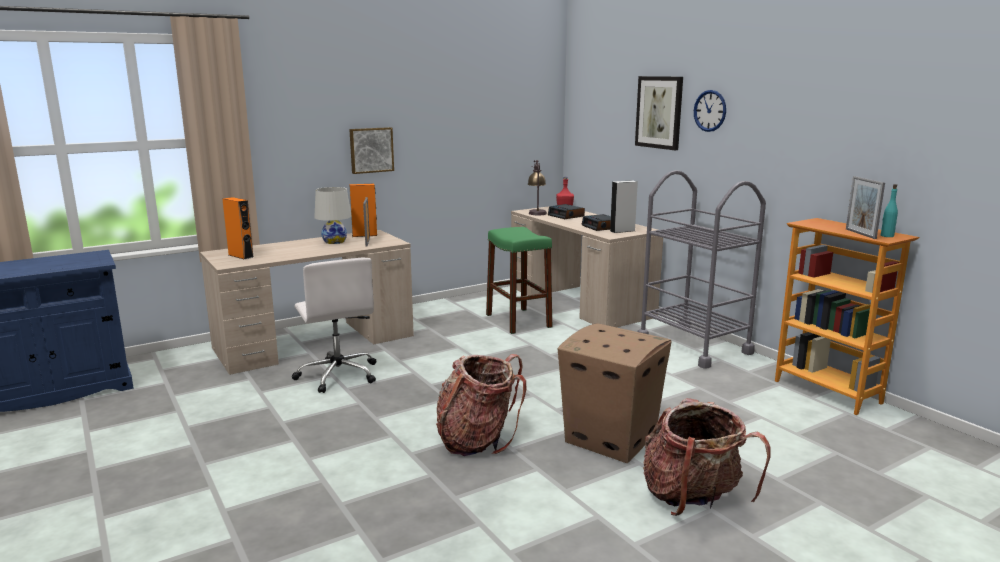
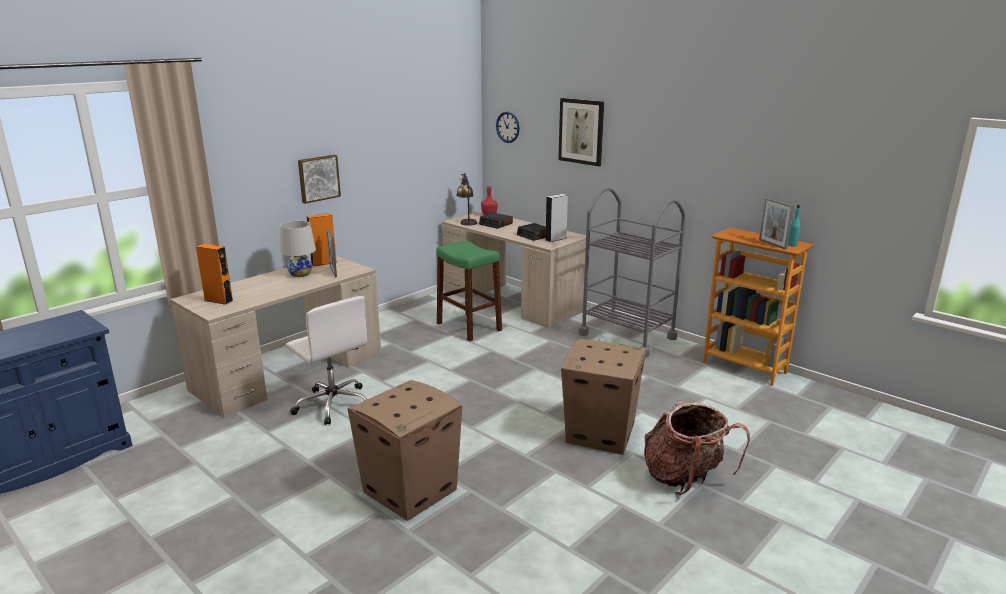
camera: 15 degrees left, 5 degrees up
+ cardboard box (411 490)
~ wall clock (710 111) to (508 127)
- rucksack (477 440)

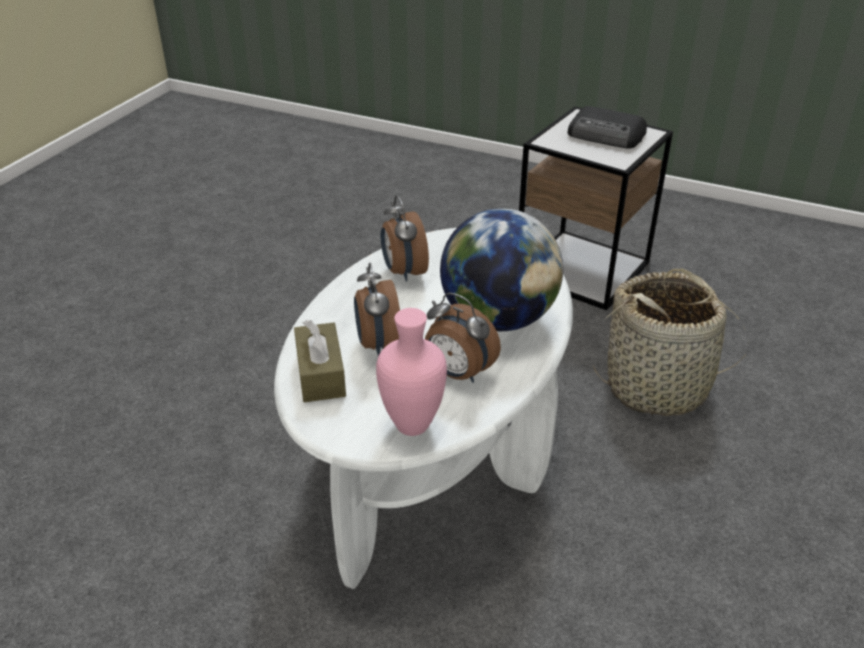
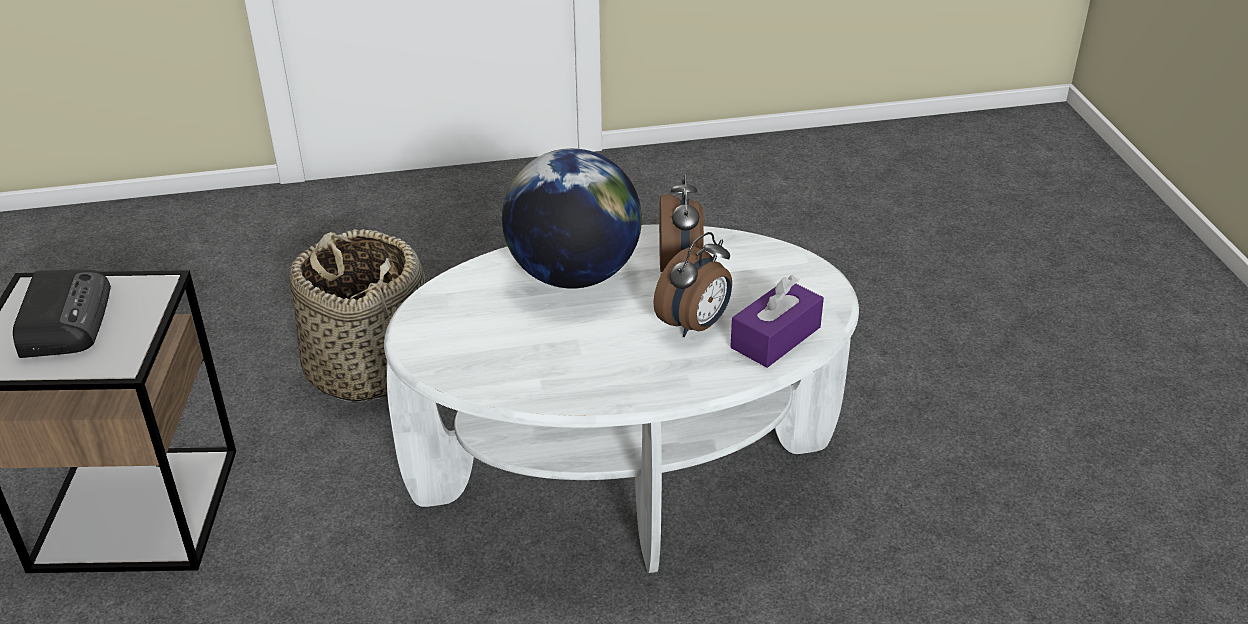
camera: 125 degrees left, 0 degrees up
~ brownish tissue holder (320 374) to purple tissue holder (775 337)
- pink vase (410 426)
- bedside clock (403 272)

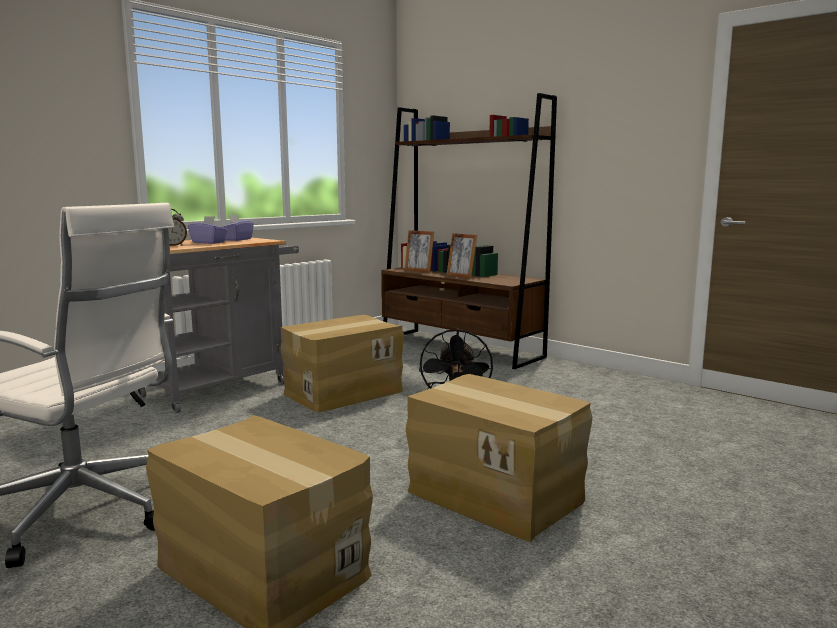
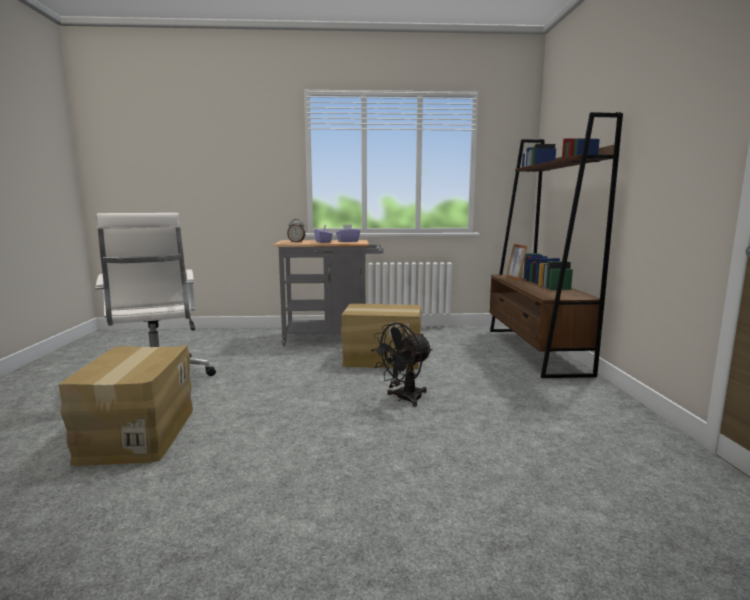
camera: 45 degrees right, 0 degrees up
- cardboard box (496 495)
- picture frame (461 276)

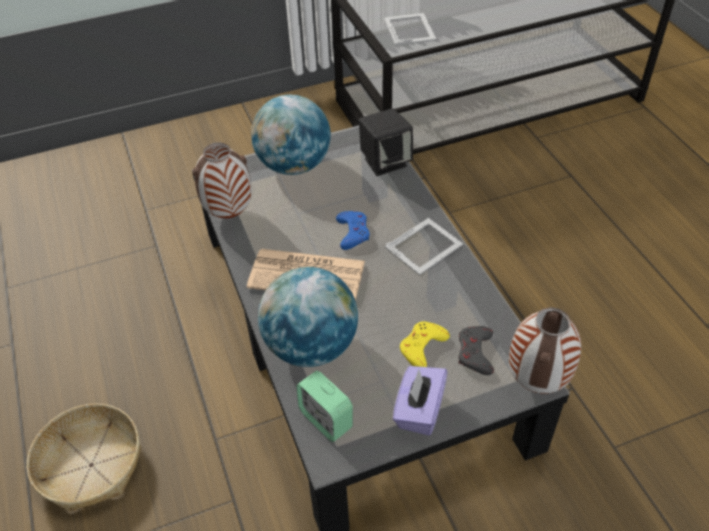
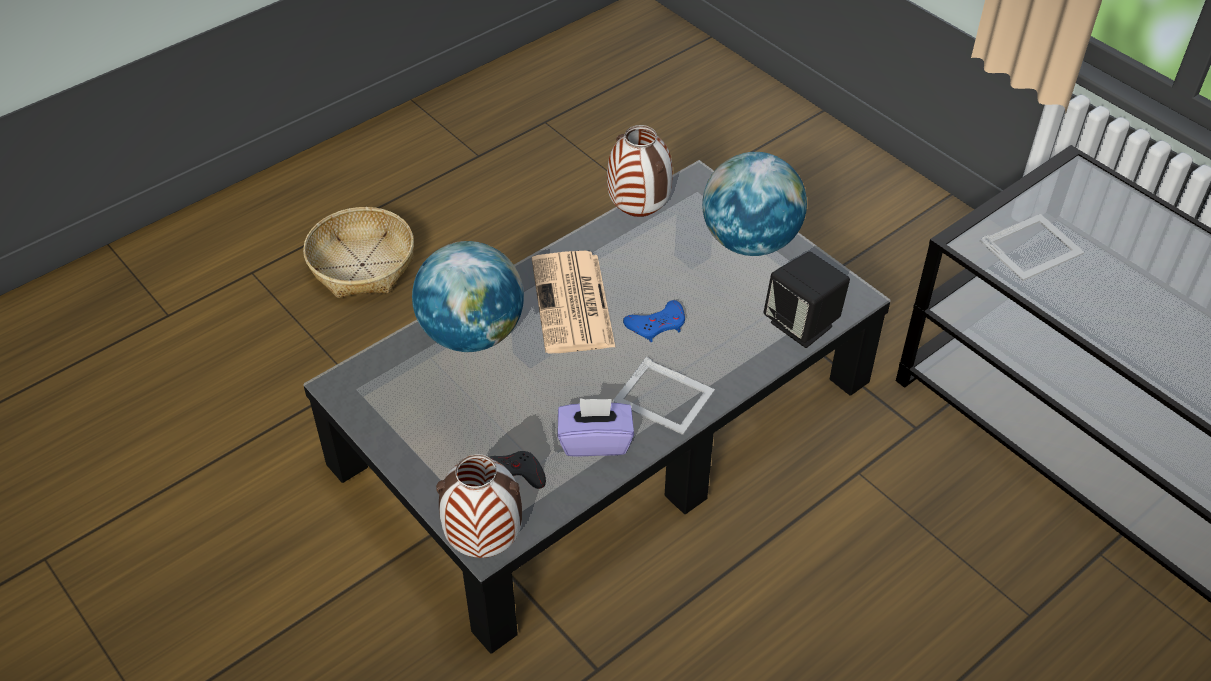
camera: 70 degrees right, 0 degrees up
~ purple tissue holder (419 410) to (595 441)
- bedside clock (326 419)
- yellow-coloured gamepad (422 347)

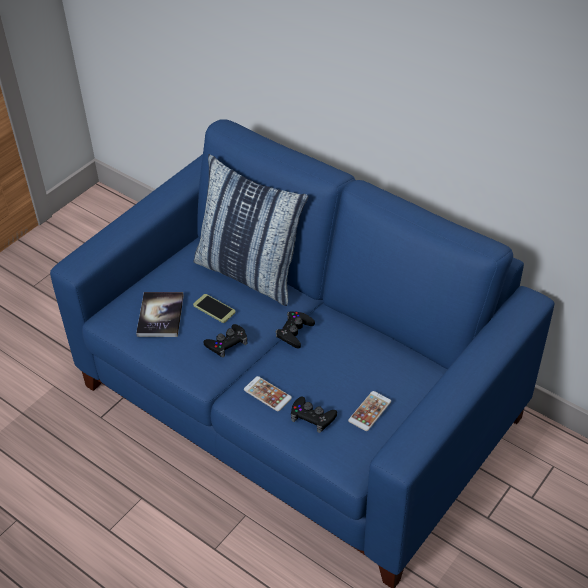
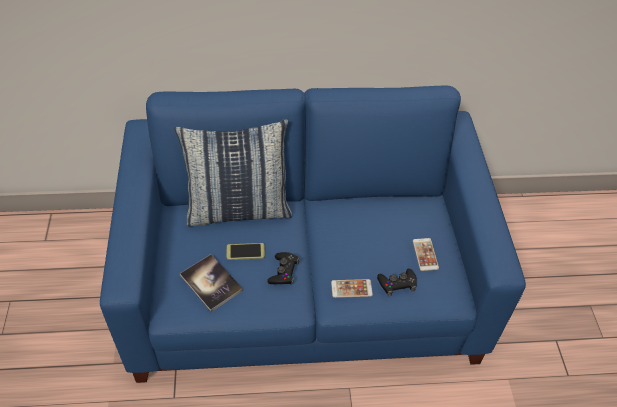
camera: 45 degrees left, 5 degrees up
- black-coloured gamepad (294 332)

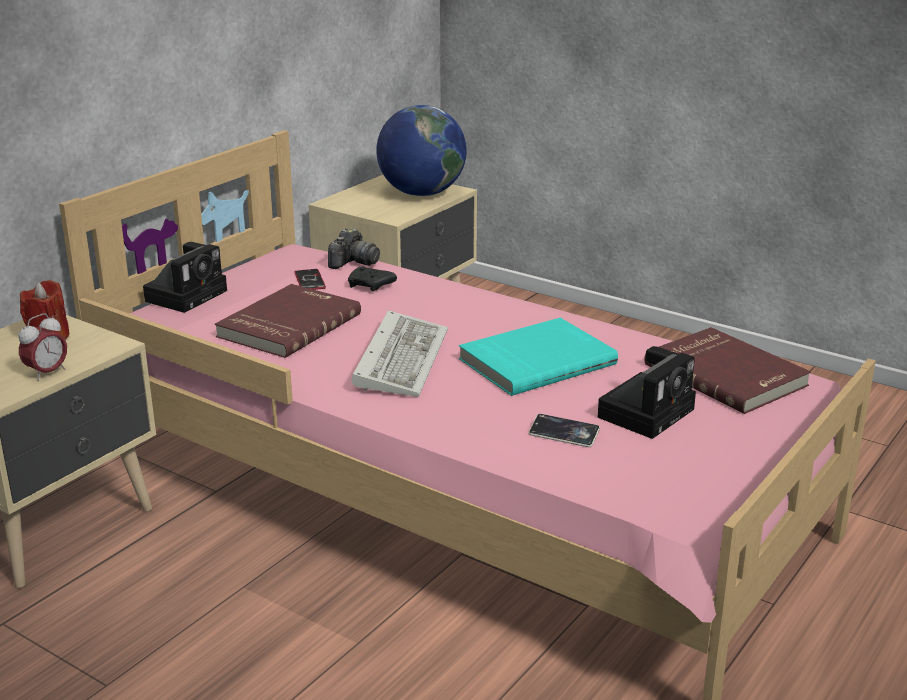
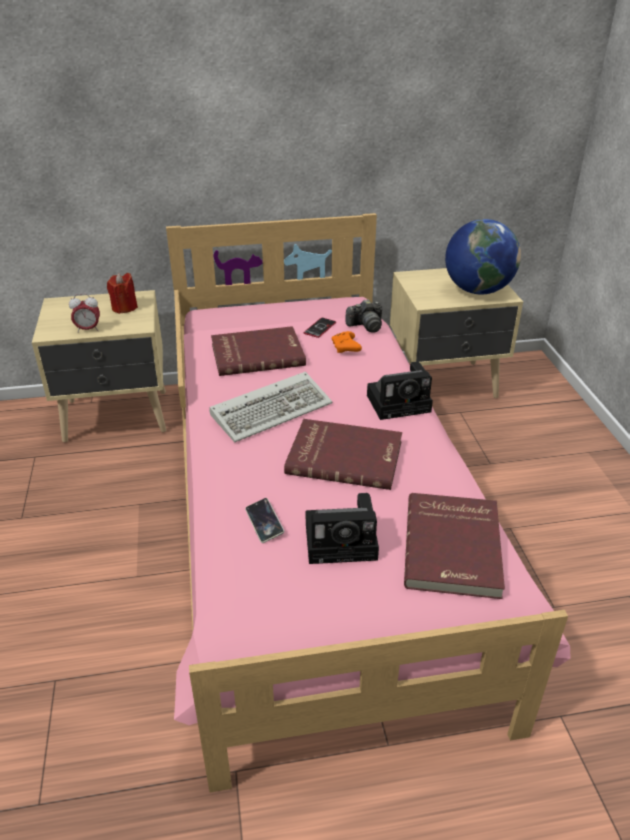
camera: 45 degrees right, 10 degrees up
~ turquoise-coloured book (535 360) to red-coloured book (345 456)
~ black-coloured gamepad (371 286) to orange-coloured gamepad (346 348)
~ photo camera (188 294) to (401 403)

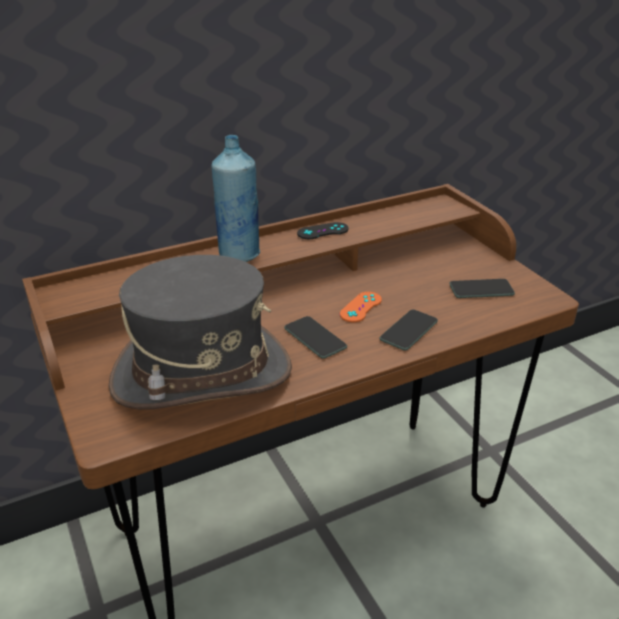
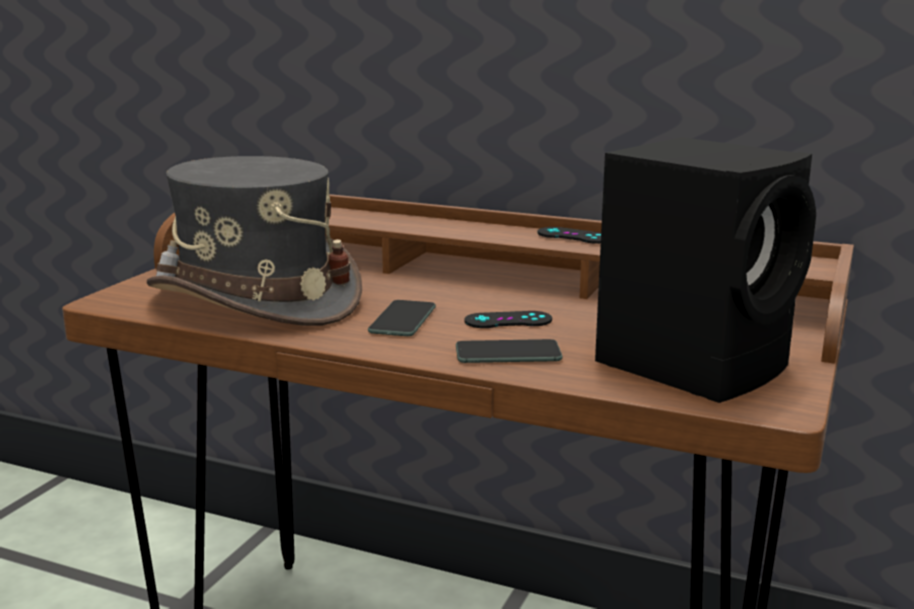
camera: 50 degrees right, 15 degrees down
~ orange-coloured gamepad (361 307) to black-coloured gamepad (508 320)
~ phone (481 289) to black-coloured loudspeaker (697 364)
- bluish beverage bottle (239 254)

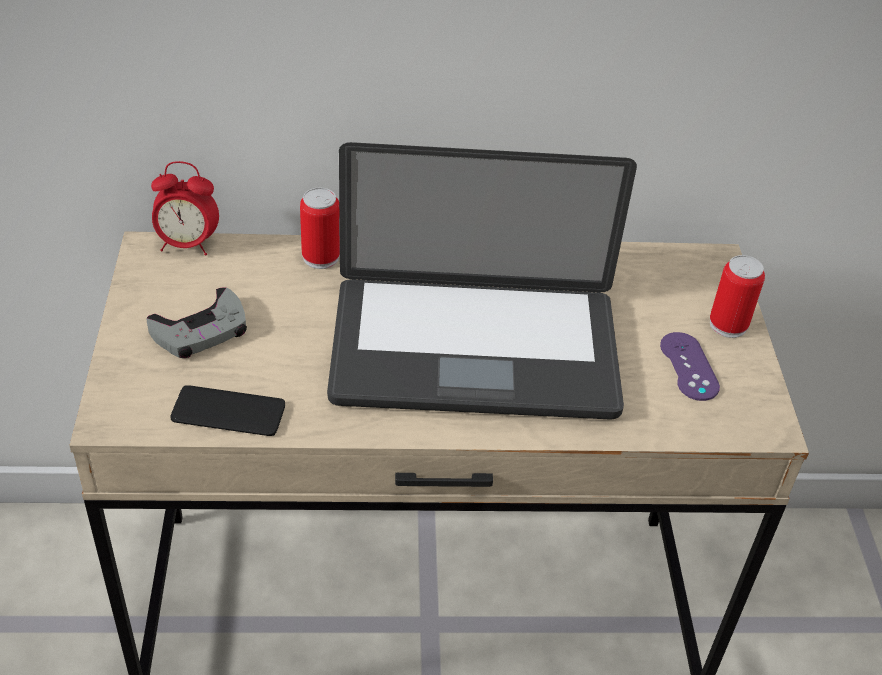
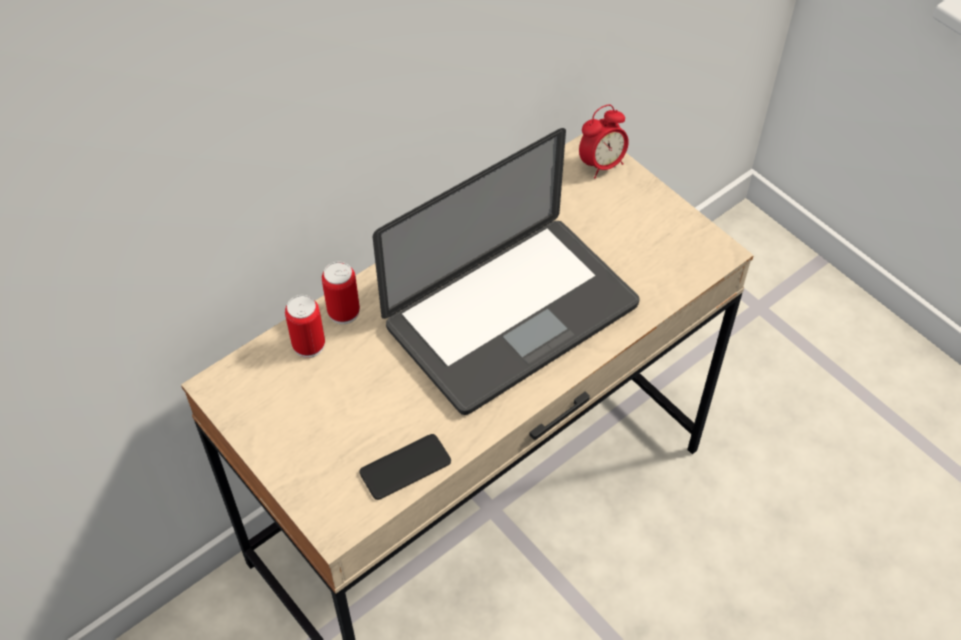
camera: 35 degrees left, 10 degrees up
~ can (728 325) to (309 345)
~ bedside clock (187 245) to (602 165)
- grey gamepad (201 331)
- purple gamepad (689 366)

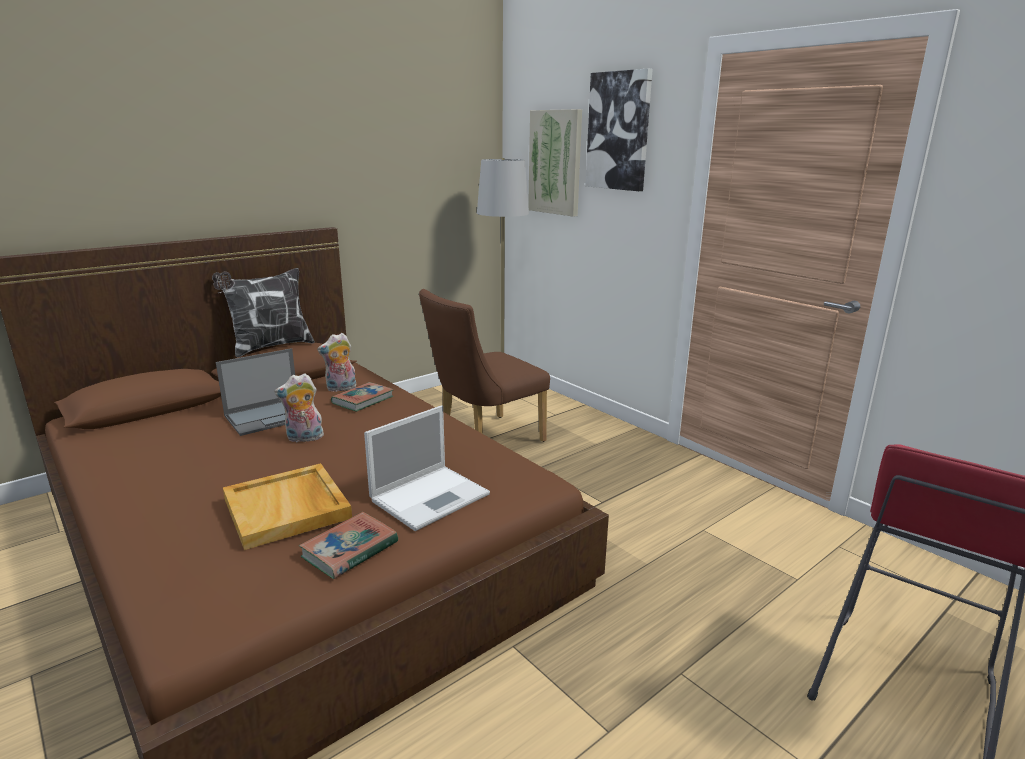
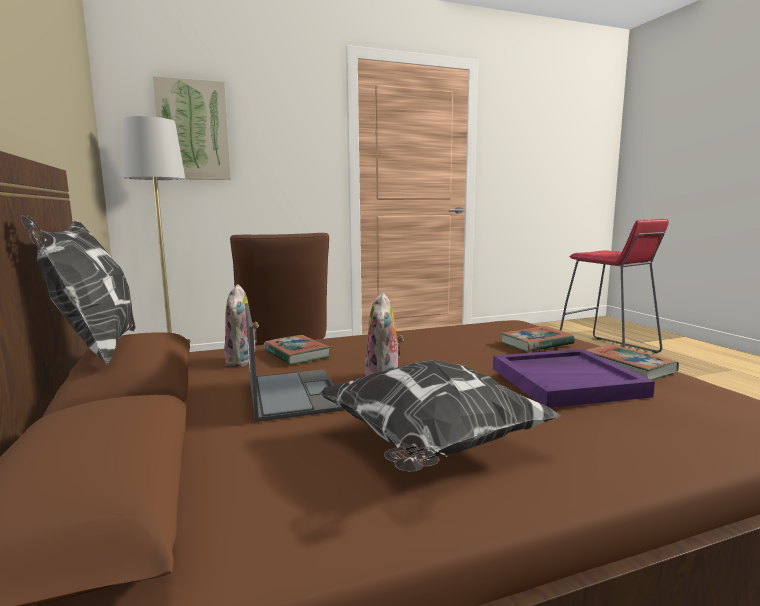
camera: 70 degrees left, 10 degrees down
+ cushion (431 446)
~ beige-coloured serving tray (288 508) to purple serving tray (566 381)
~ portable computer (431 496) to book (536 343)
- wall art (619 131)

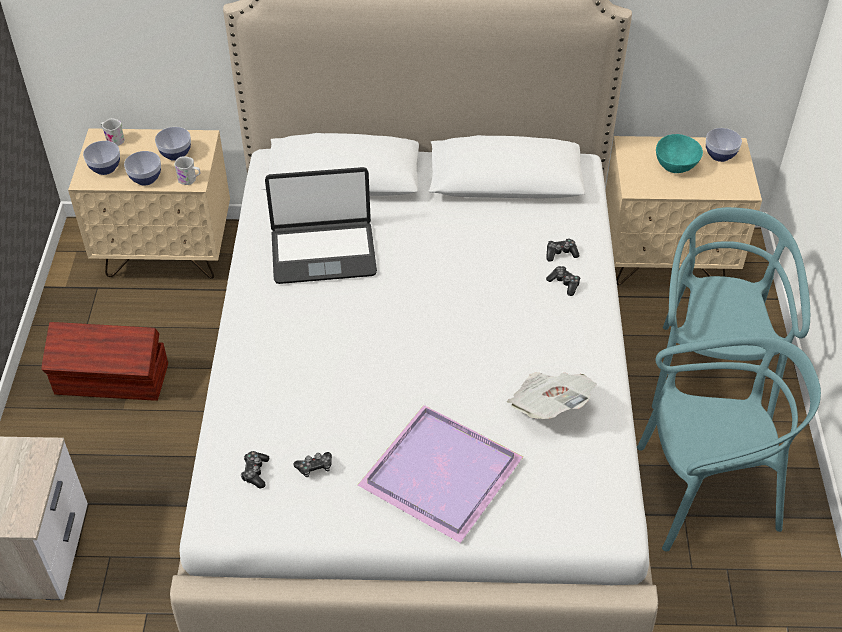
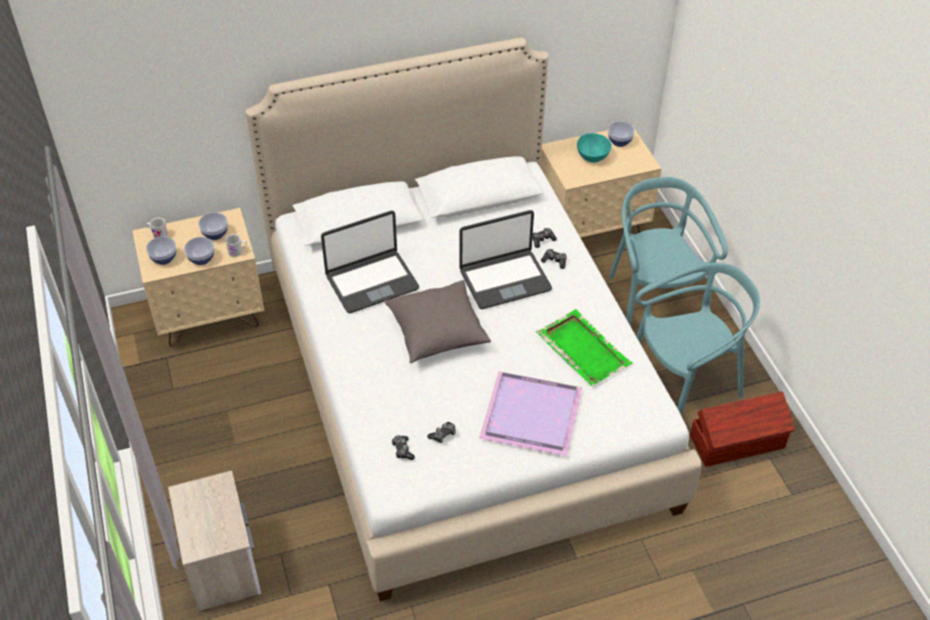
camera: 20 degrees left, 0 degrees up
+ grey cushion (437 333)
+ portable computer (504 279)
~ printed paper (549 406) to green serving tray (582 349)
~ brownish storage box (112 380) to (738 443)

